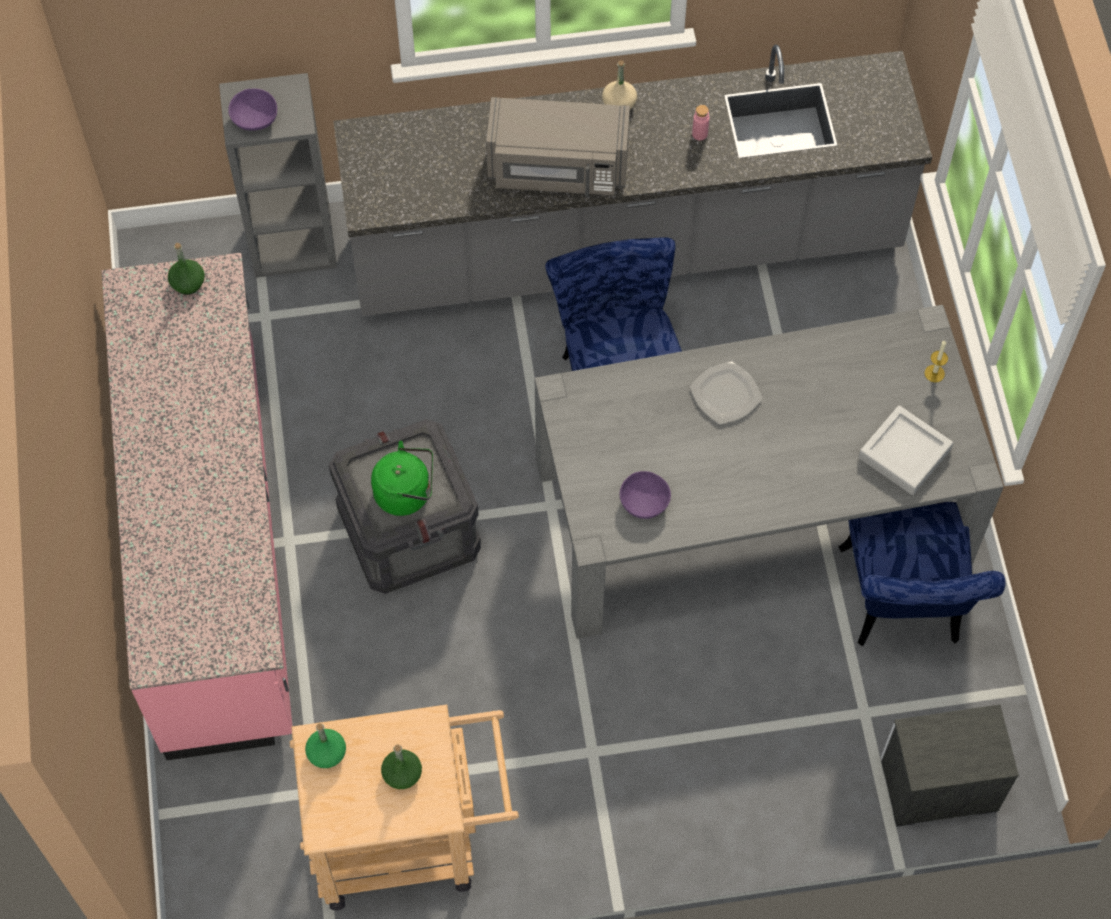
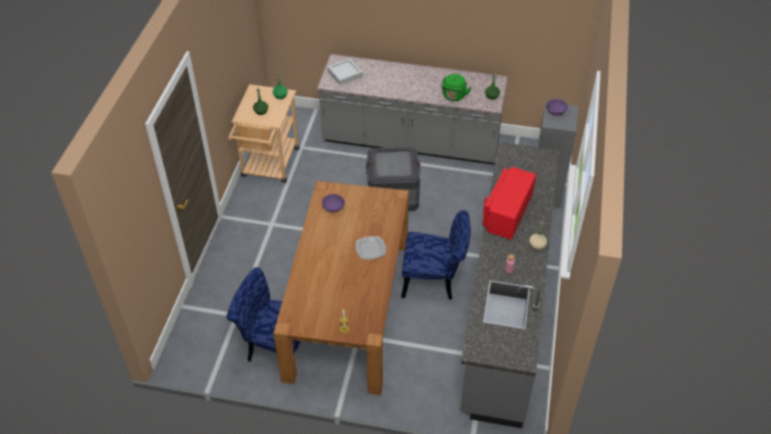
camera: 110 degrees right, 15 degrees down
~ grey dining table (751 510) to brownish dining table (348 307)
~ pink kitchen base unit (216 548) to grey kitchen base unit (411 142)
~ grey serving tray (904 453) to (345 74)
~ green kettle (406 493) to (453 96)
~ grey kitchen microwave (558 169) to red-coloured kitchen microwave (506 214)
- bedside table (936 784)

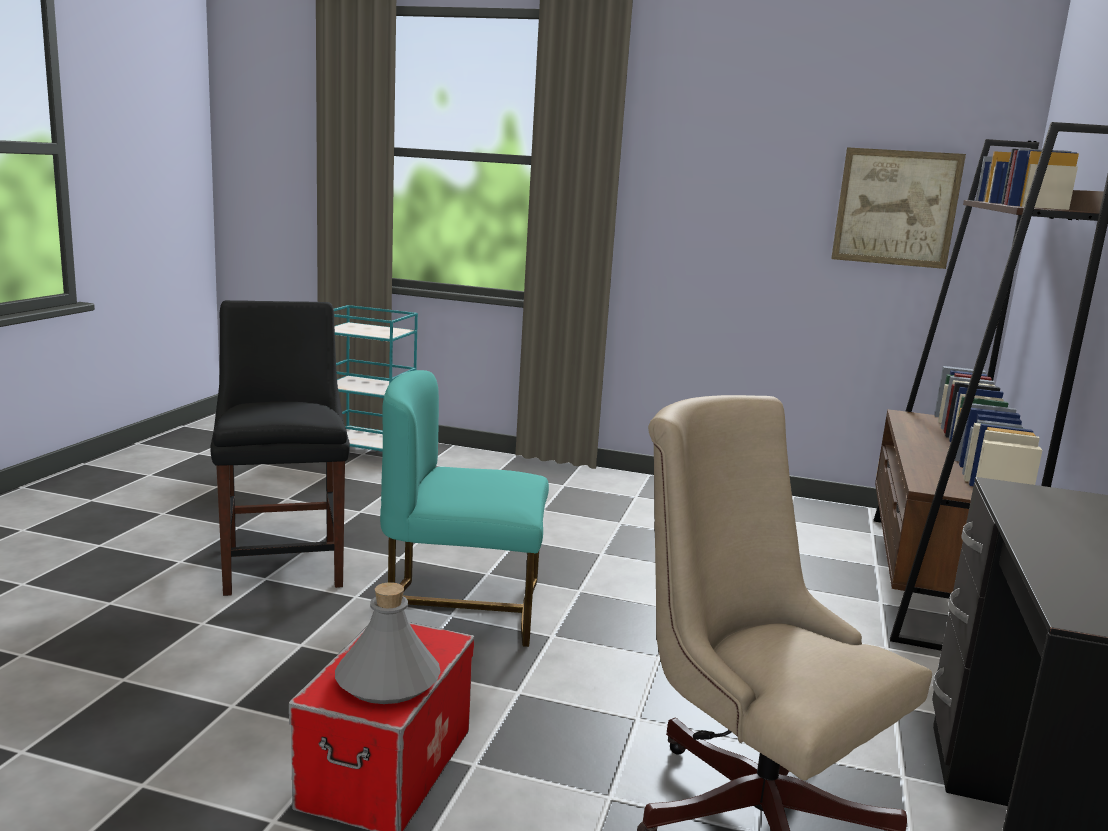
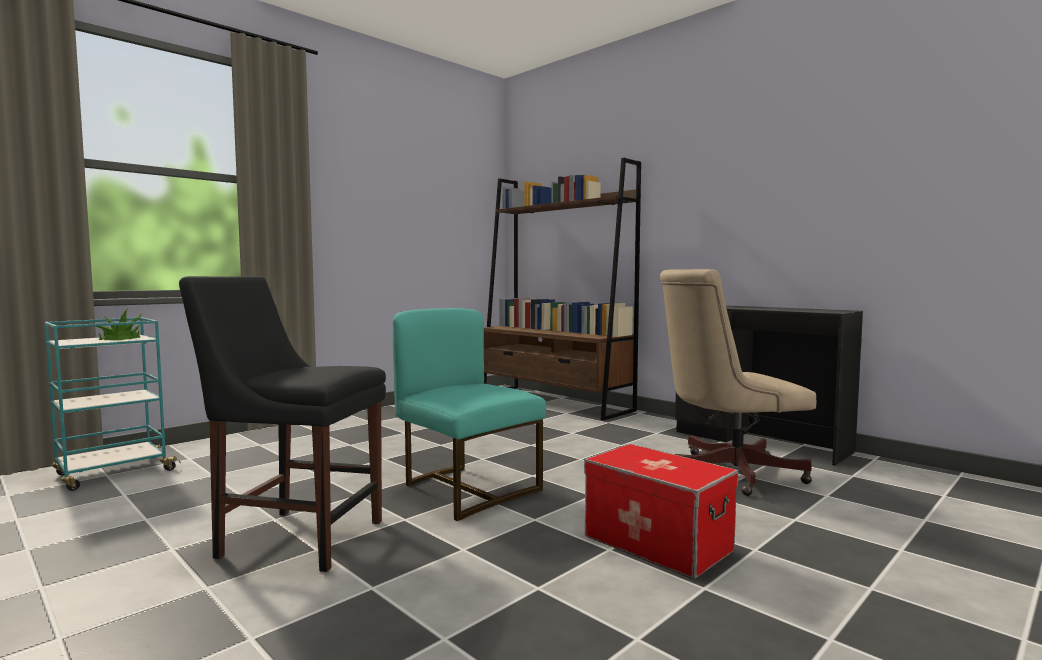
camera: 60 degrees left, 10 degrees down
+ potted plant (120 338)
~ turquoise-coloured plain chair (464 606) = (466 489) 105 degrees clockwise
- grey beverage bottle (387 681)
- wall art (896 208)

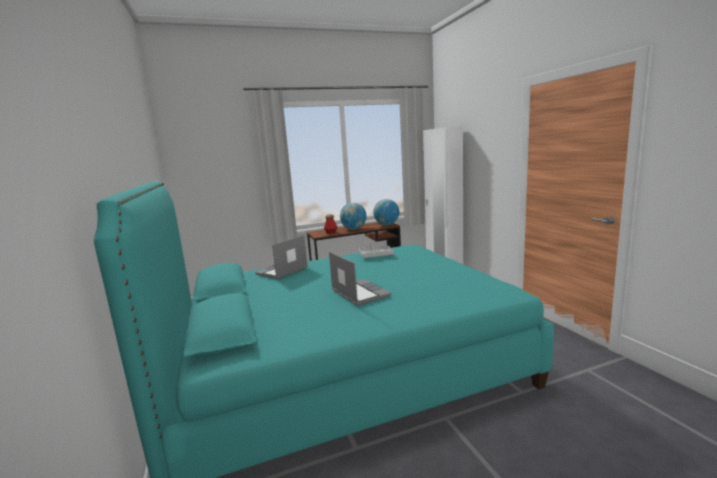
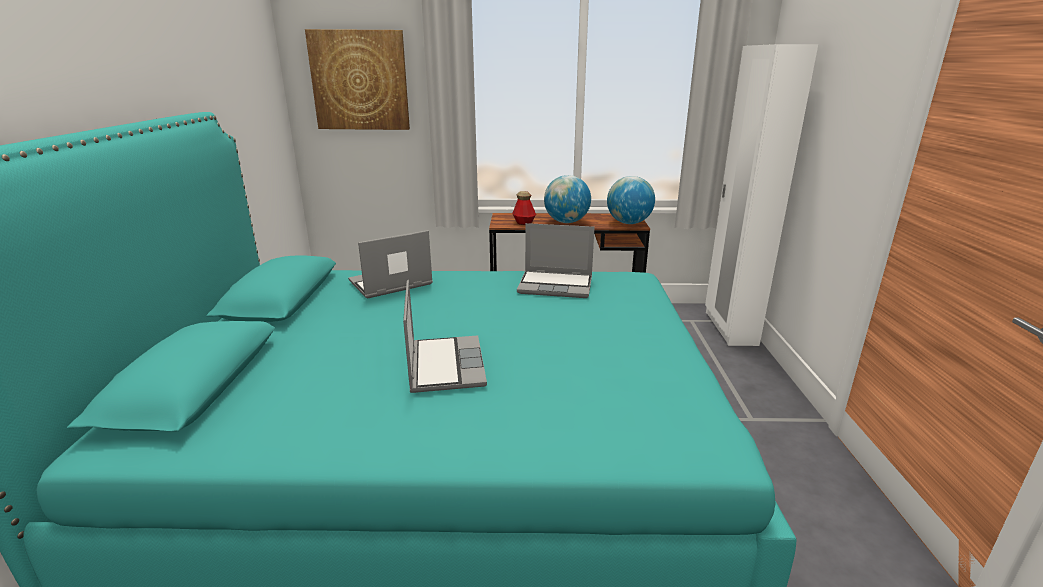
camera: 20 degrees right, 10 degrees up
+ wall art (360 80)
~ grey serving tray (375 256) to portable computer (556 285)

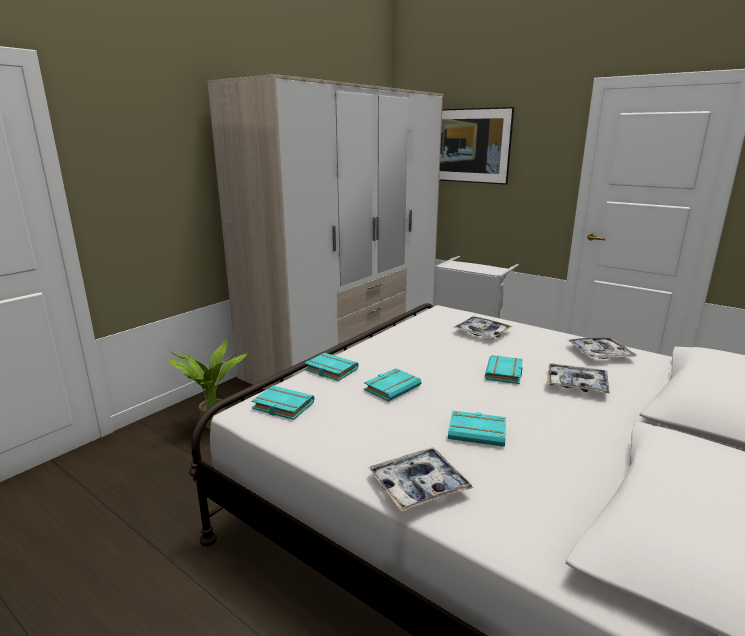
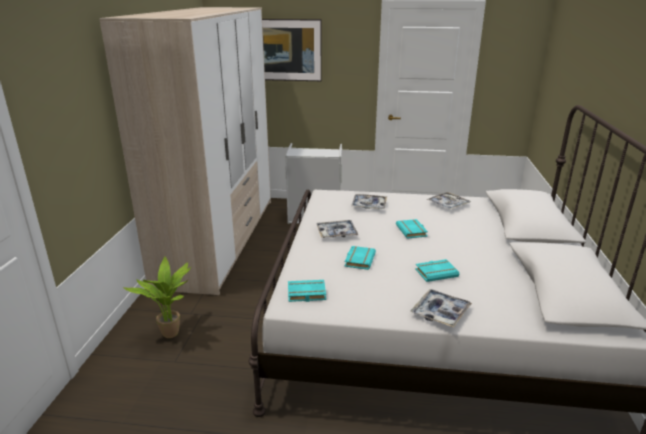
camera: 30 degrees left, 5 degrees up
~ serving tray (576 384) to (336 233)
- turquoise-coloured book (329 370)

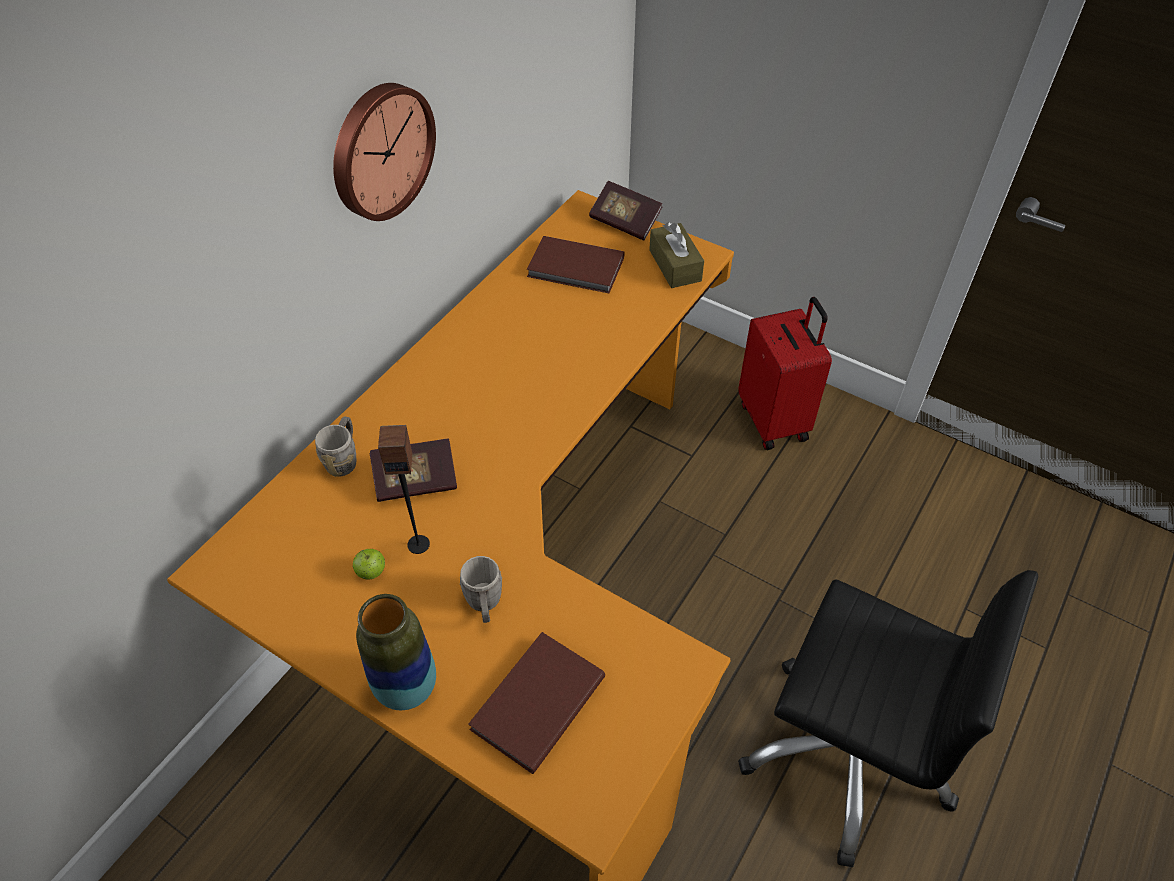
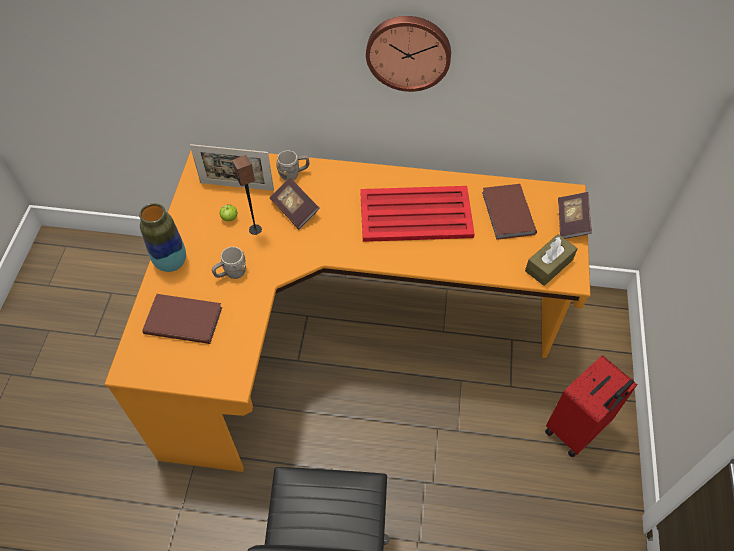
camera: 65 degrees right, 5 degrees up
+ picture frame (237 186)
+ red-coloured serving tray (414 214)

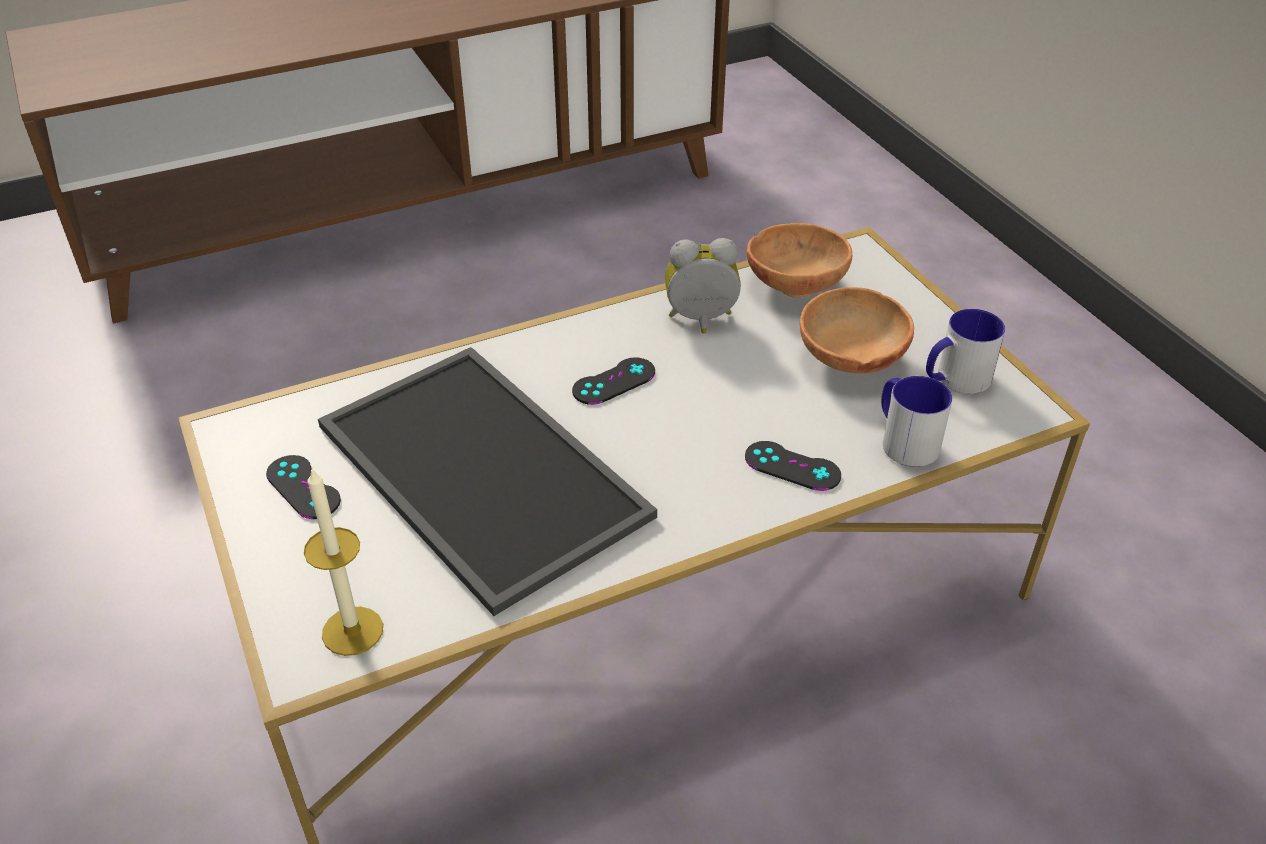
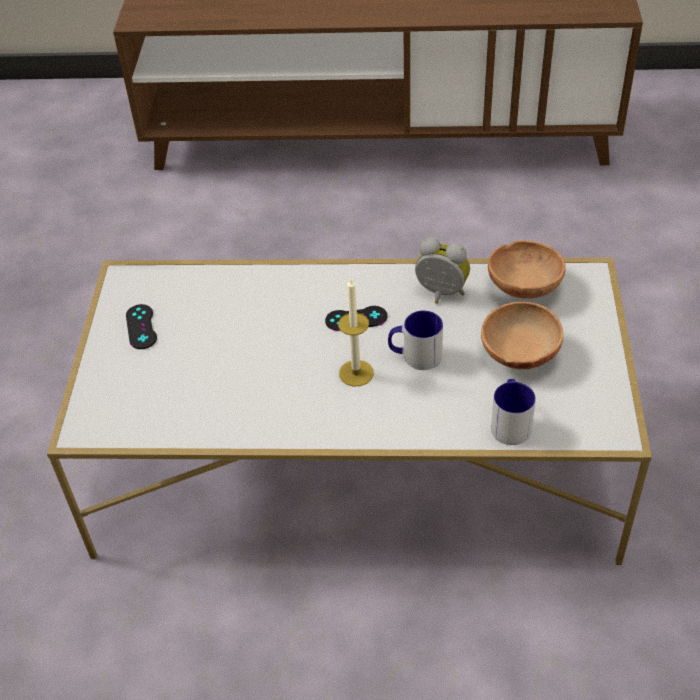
camera: 30 degrees right, 5 degrees up
~ candle (352 631) to (356 373)
~ mug (955 379) to (415 356)
- serving tray (475 471)
- black-coloured gamepad (792 466)

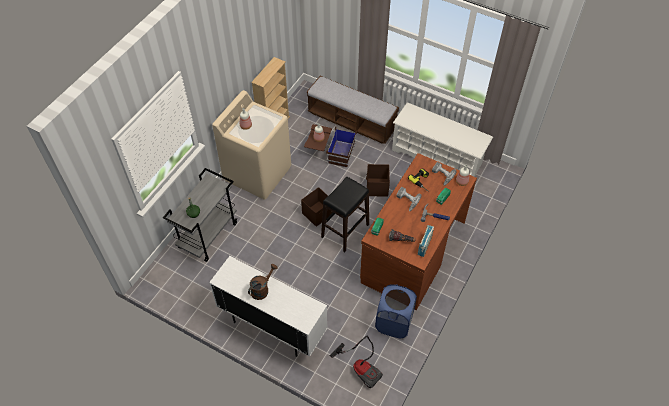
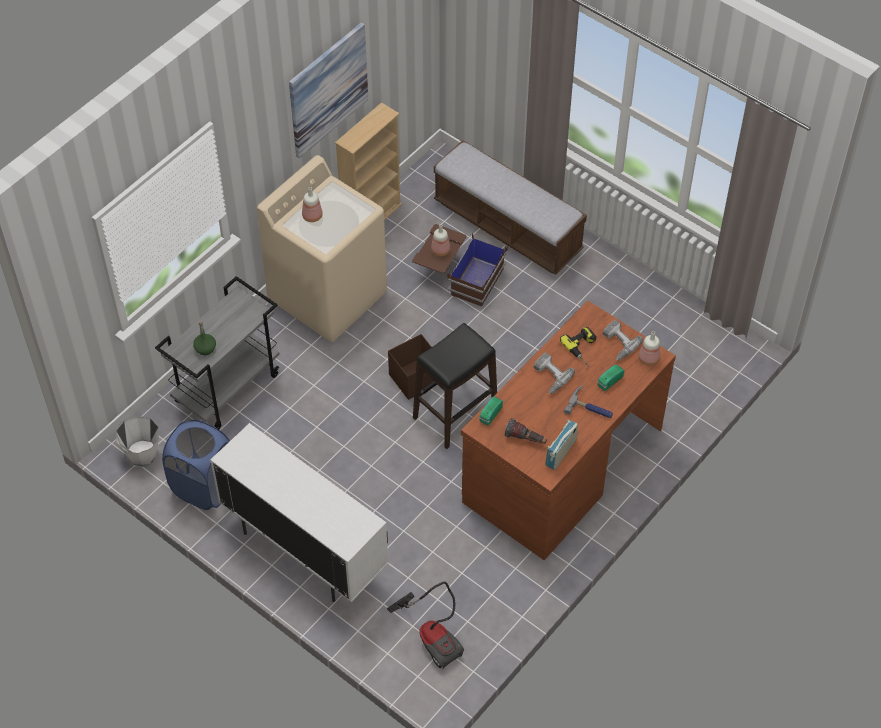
camera: 10 degrees right, 0 degrees up
+ white-coloured bucket (142 453)
~ bluish hamper (394 323) to (204 486)
+ wall art (328 89)
- brownish sprinkling can (262 289)
- brownish storage box (377 188)
- white-coloured shoe stand (437 157)

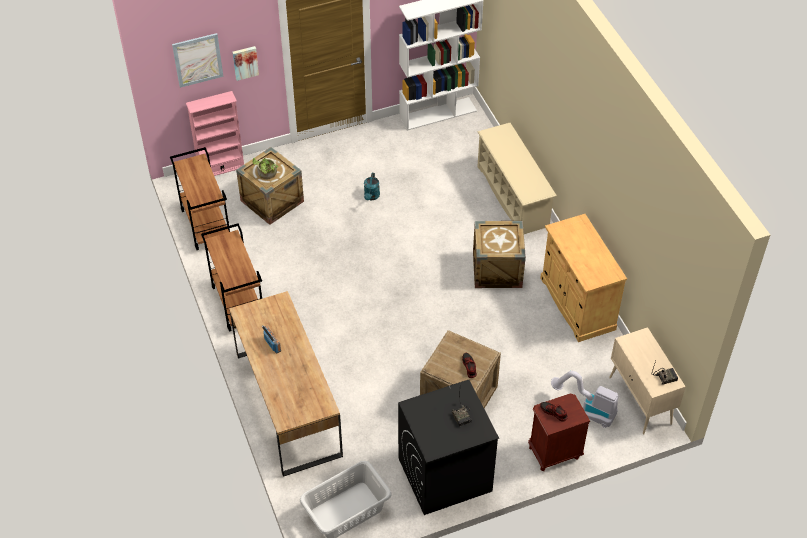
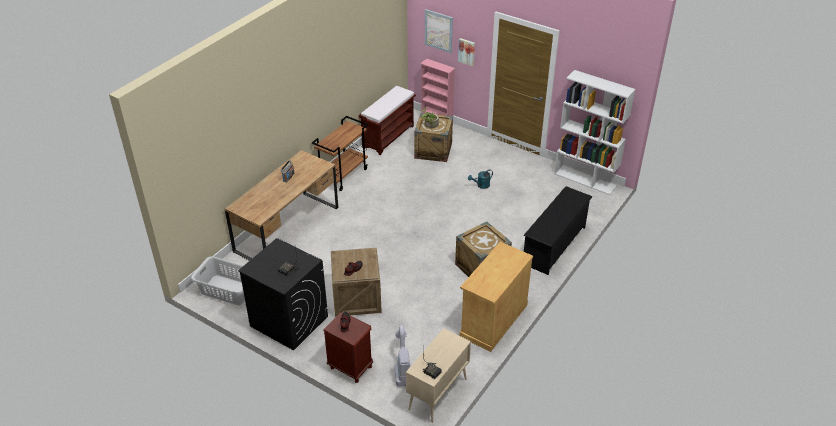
camera: 55 degrees right, 10 degrees down
~ brownish wheeled cart (205 225) to brownish long seat (388 136)
~ beige-coloured shoe stand (513 196) to black-coloured shoe stand (554 245)

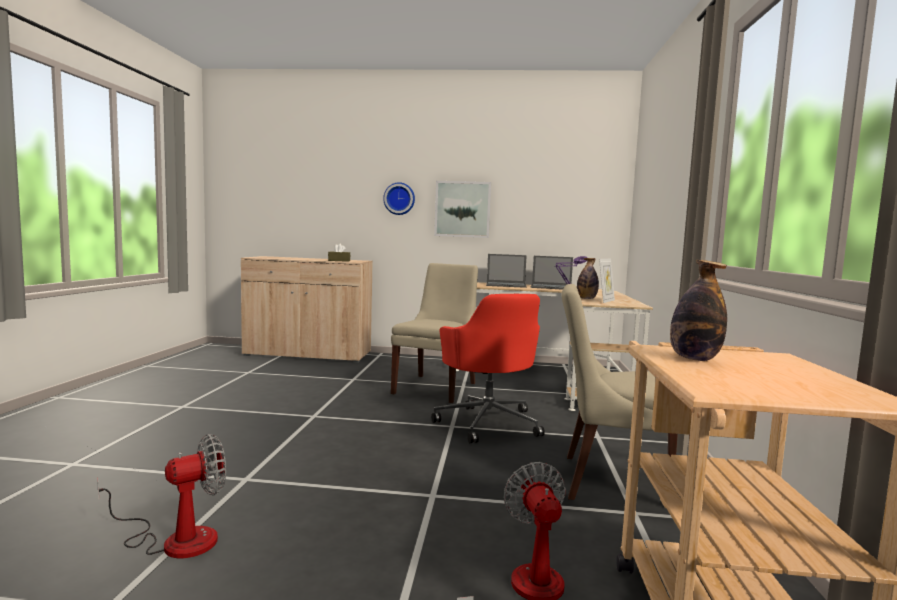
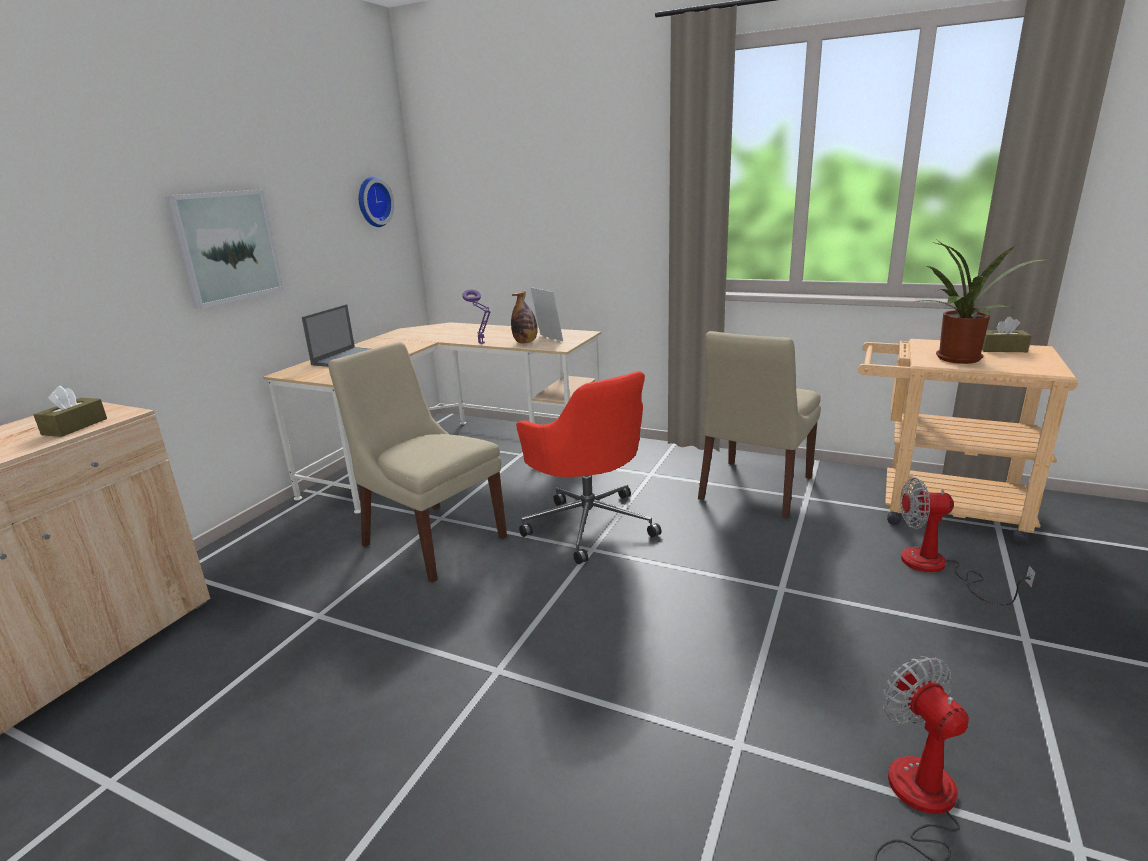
camera: 70 degrees left, 15 degrees up
~ wall clock (399 199) to (372 202)
~ red-coloured office chair (488 422) = (589 523) 60 degrees clockwise
~ beverage bottle (694 359) to potted plant (957 360)
+ brownish tissue holder (1002 349)
- portable computer (551 287)

